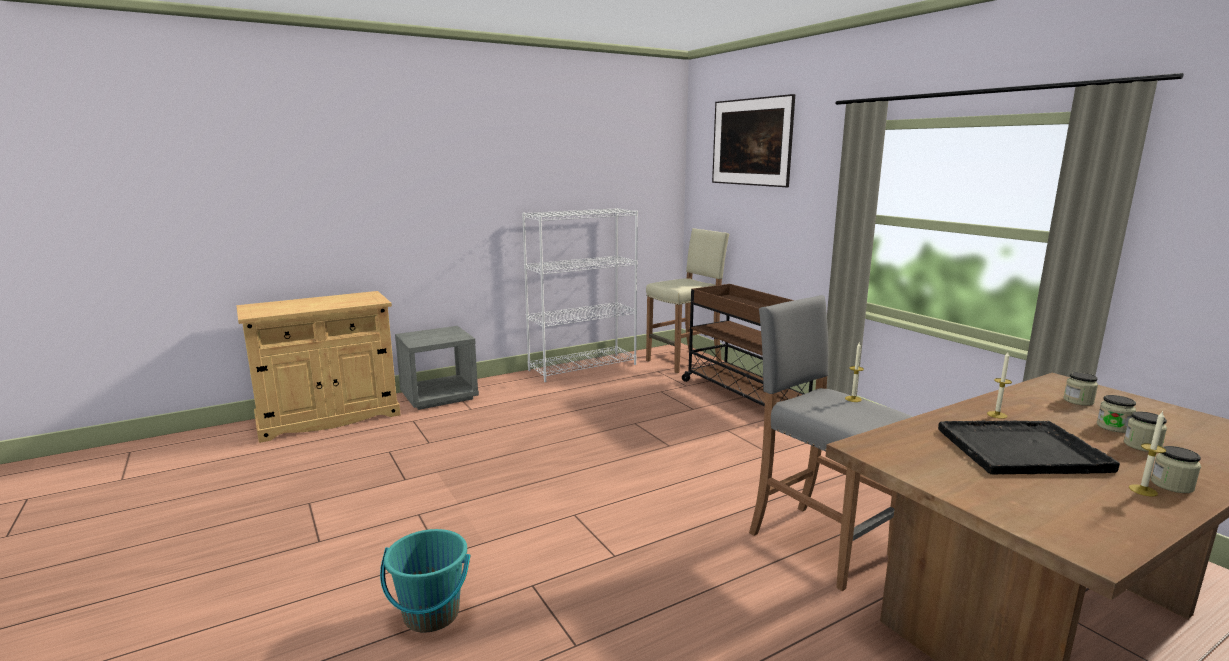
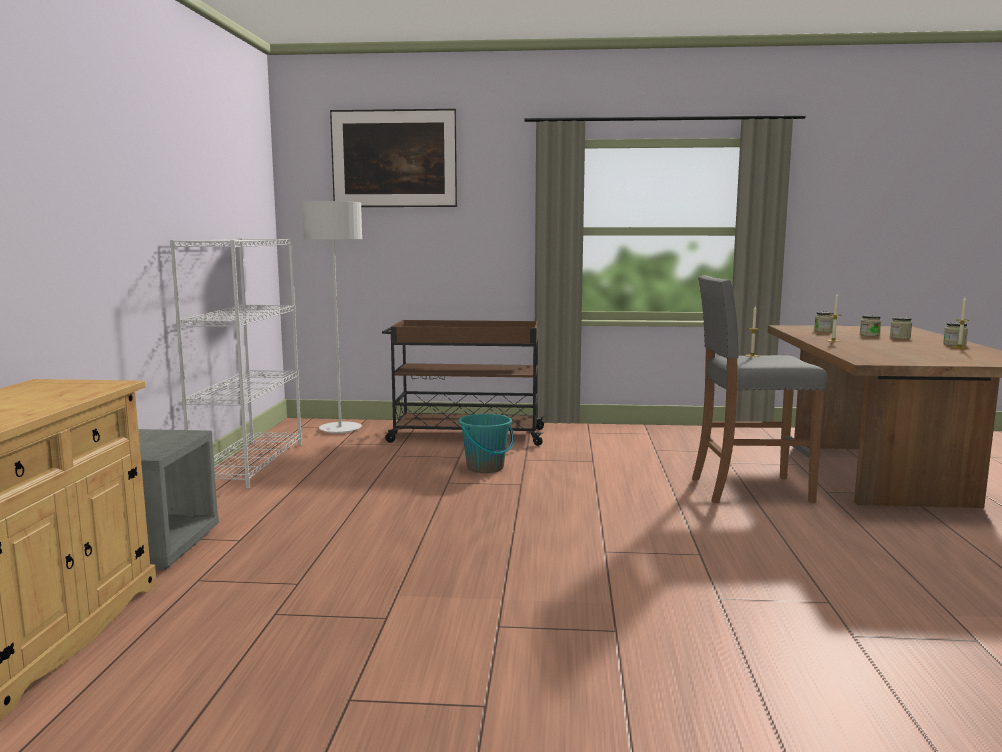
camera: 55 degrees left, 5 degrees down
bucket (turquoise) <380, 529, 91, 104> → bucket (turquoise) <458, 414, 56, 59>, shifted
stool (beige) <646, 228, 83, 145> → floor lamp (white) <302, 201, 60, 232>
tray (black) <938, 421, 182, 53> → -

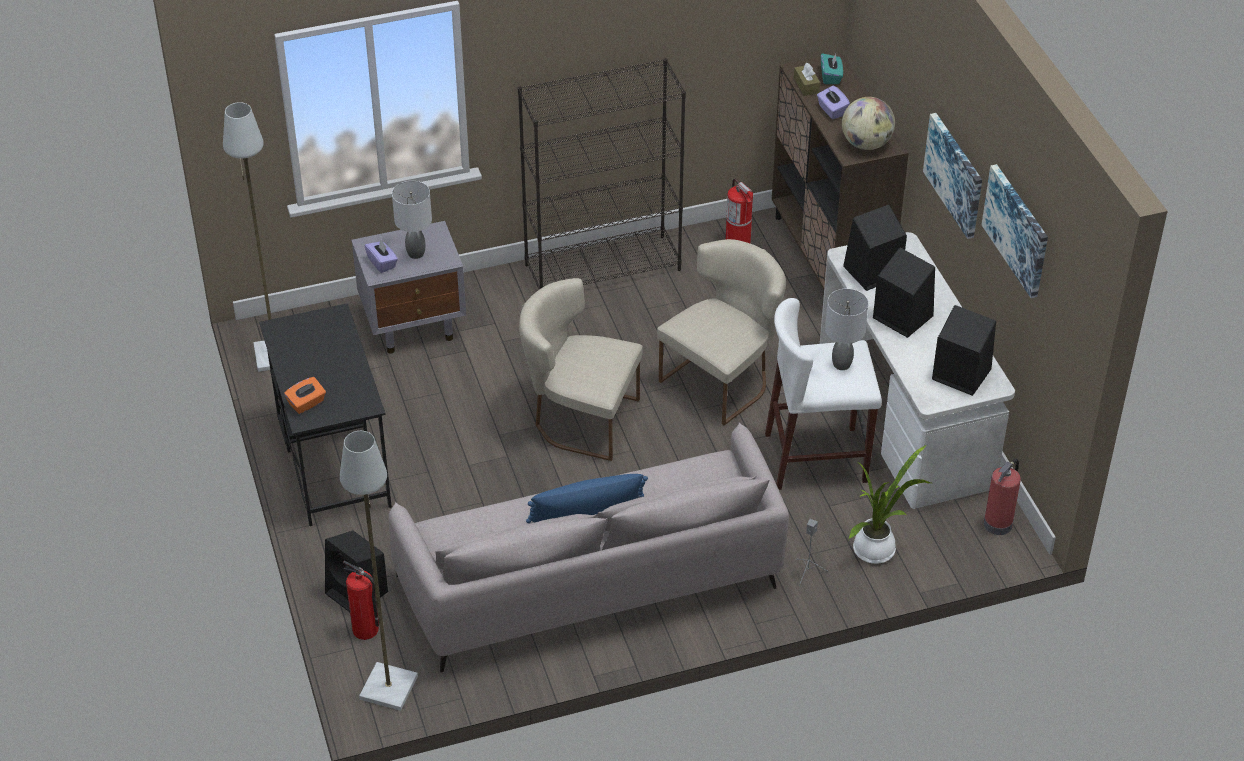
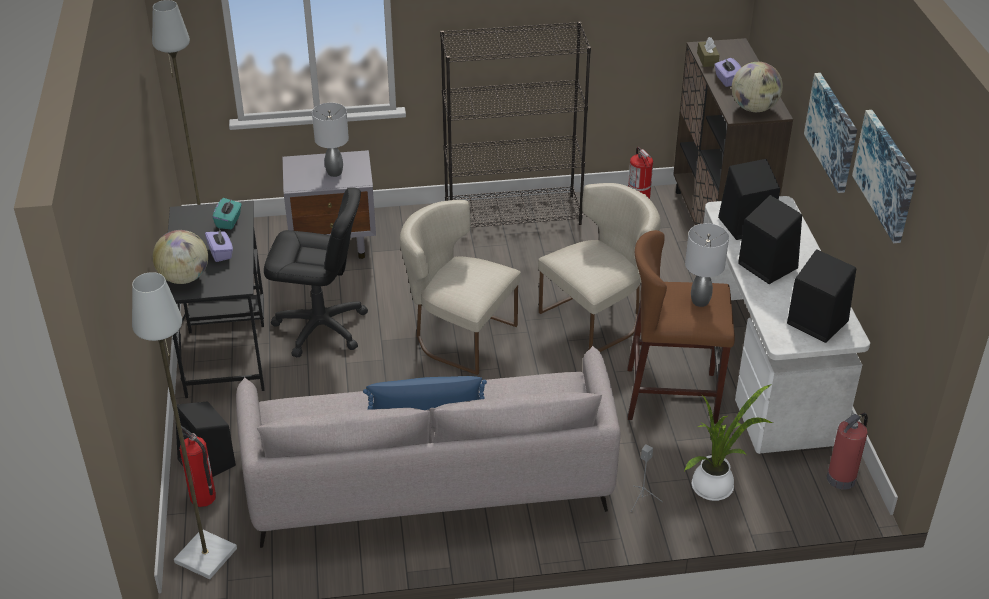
camera: 10 degrees right, 5 degrees down
tissue box (orange) <284, 377, 42, 37> → globe <153, 230, 55, 54>
tissue box (purple) <365, 240, 33, 33> → tissue box (purple) <205, 229, 28, 33>, shifted
stool (white) <765, 298, 117, 192> → stool (brown) <627, 230, 108, 194>
tissue box (turquoise) <821, 53, 22, 31> → tissue box (turquoise) <213, 198, 29, 32>, shifted
- → office chair (black) <264, 188, 104, 170>

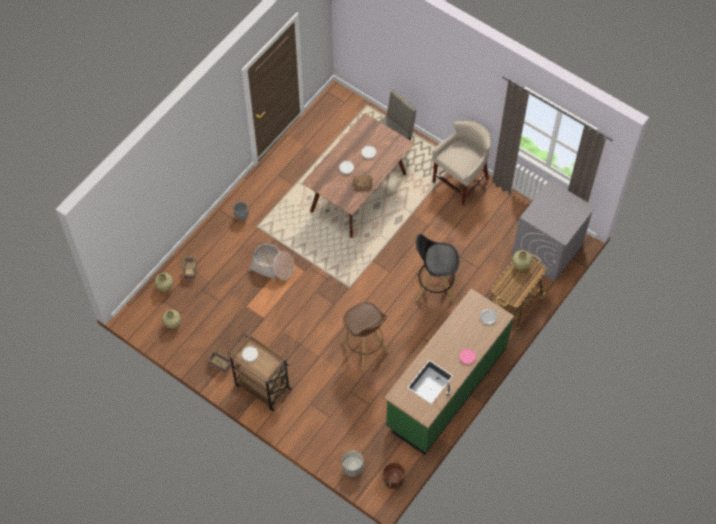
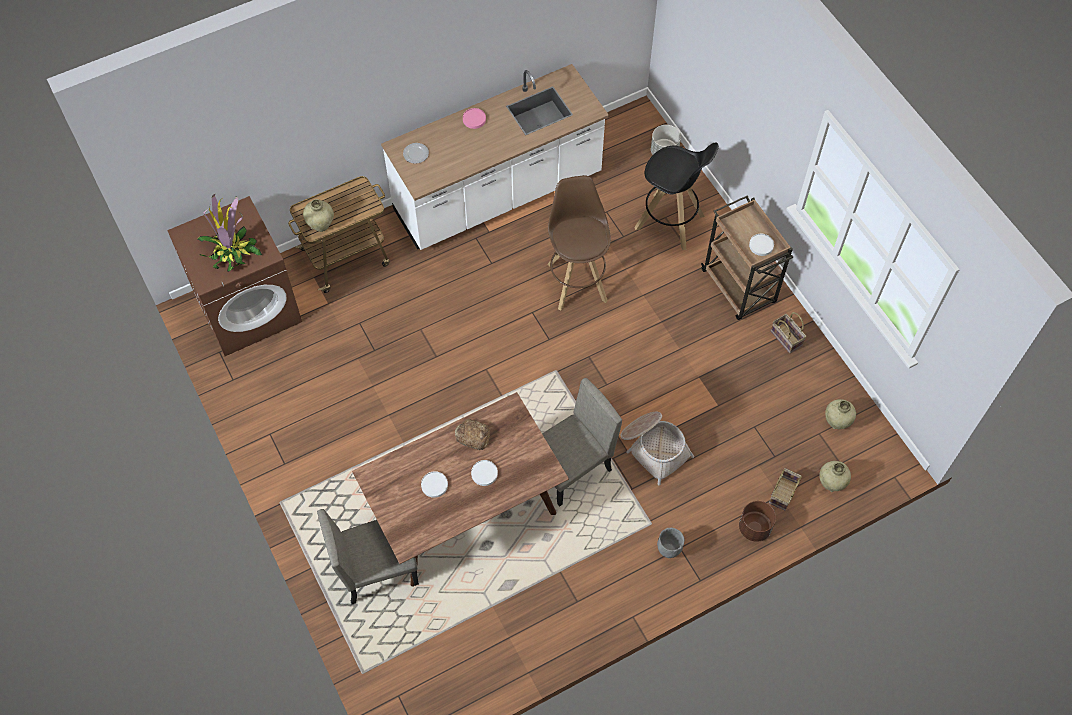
camera: 155 degrees left, 0 degrees up
planter (brown) <383, 463, 22, 26> → planter (brown) <739, 501, 37, 41>, shifted
counter (green) <384, 289, 130, 166> → counter (white) <381, 64, 228, 186>
stool (black) <416, 234, 43, 68> → stool (black) <634, 142, 85, 108>, shifted
stool (beige) <432, 121, 59, 85> → -
washing machine (grey) <512, 180, 83, 102> → washing machine (brown) <167, 196, 135, 160>
- → potted plant <197, 194, 65, 78>
- → chair (beige) <542, 378, 80, 129>

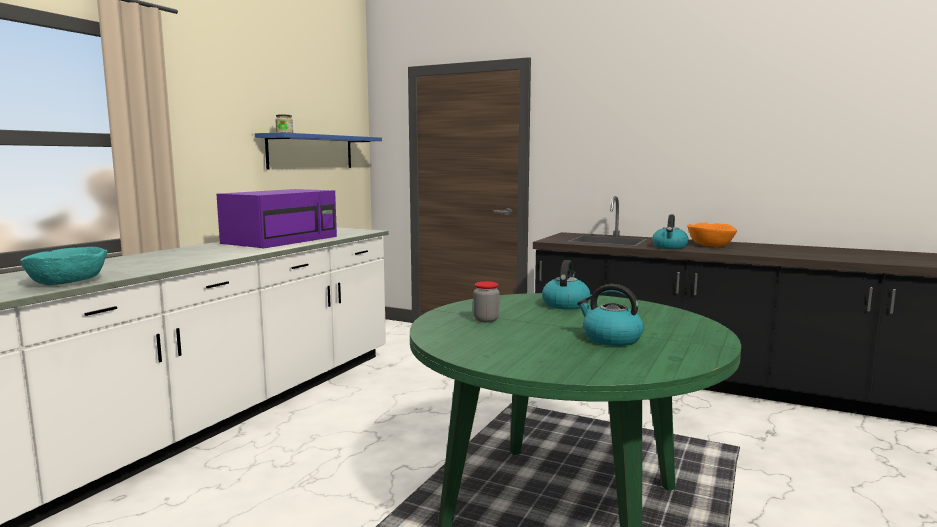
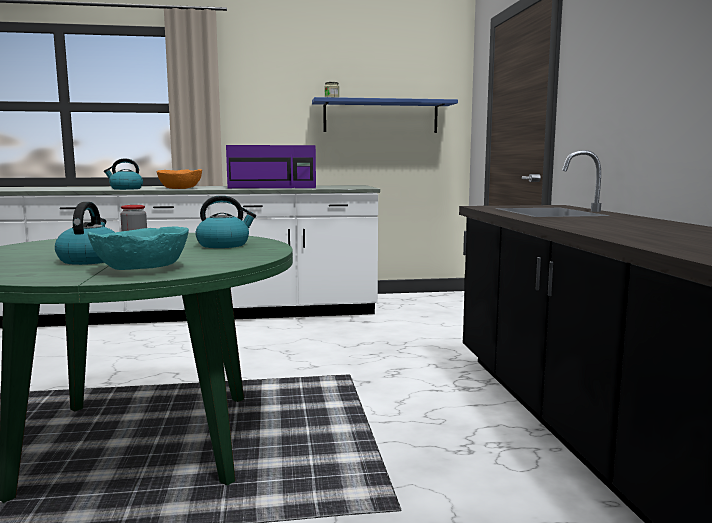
camera: 55 degrees right, 0 degrees up
bowl (turquoise) <20, 247, 87, 38> → bowl (turquoise) <88, 227, 101, 43>, shifted
kettle <652, 214, 37, 35> → kettle <104, 158, 39, 32>, shifted
bowl (orange) <687, 223, 50, 24> → bowl (orange) <157, 169, 45, 20>, shifted

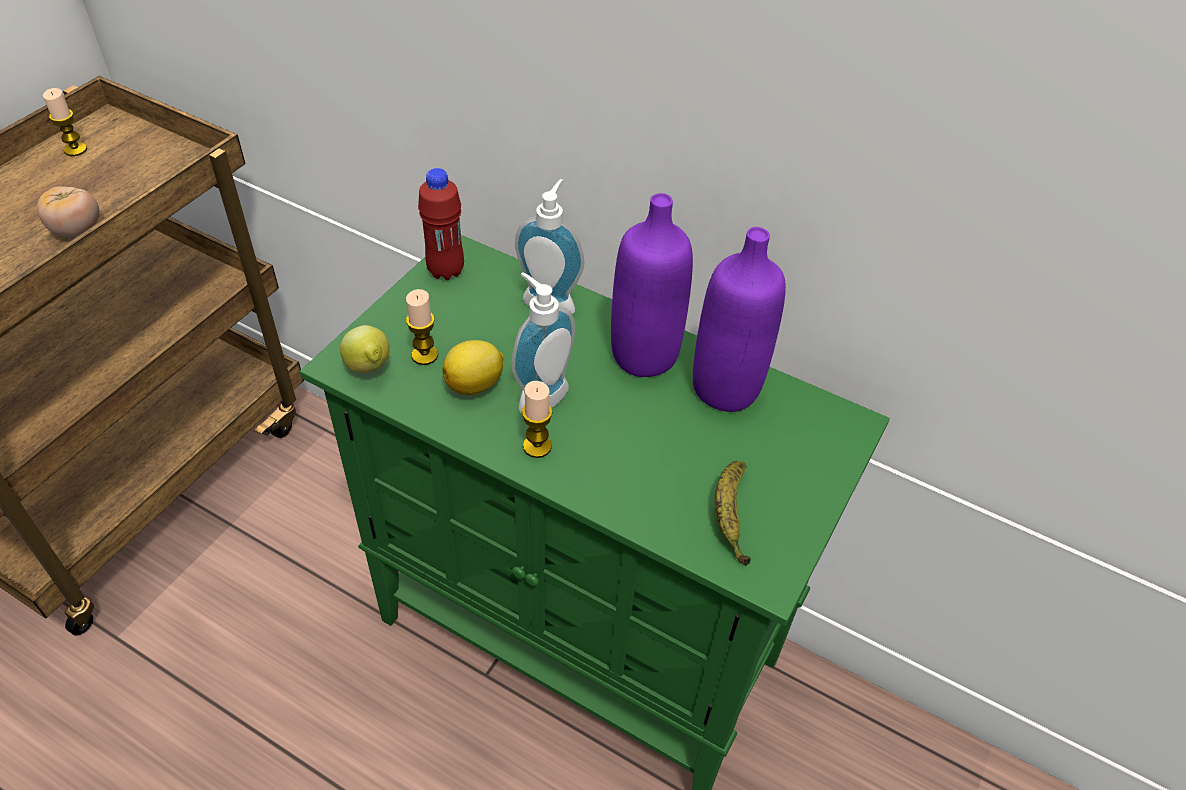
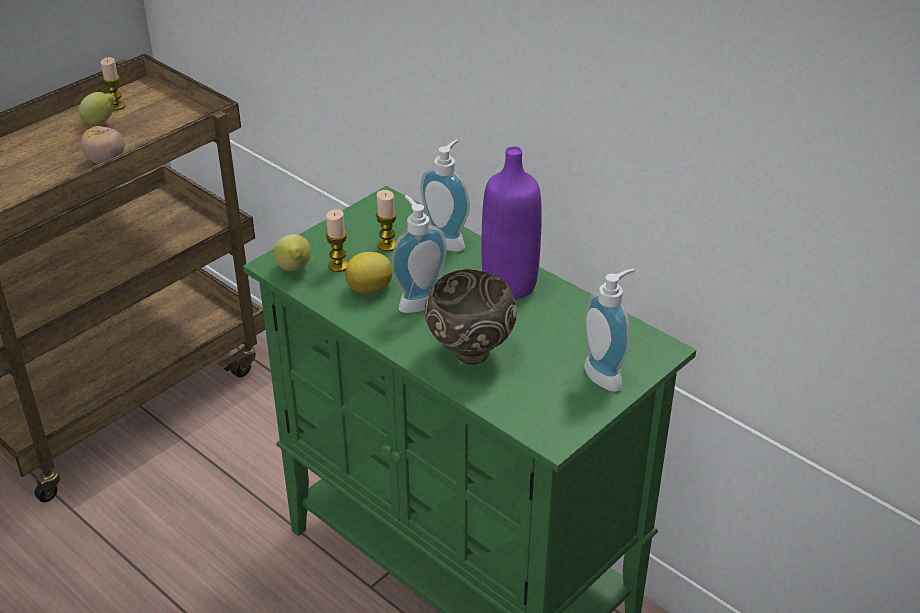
camera: 15 degrees right, 10 degrees down
bottle (red) <418, 168, 46, 112> → -
candle <522, 381, 31, 77> → candle <375, 190, 22, 62>, shifted
bottle (purple) <693, 227, 93, 185> → -
banana <715, 461, 36, 105> → -
- → lemon <79, 92, 37, 34>
- → bowl (brown) <425, 269, 92, 96>
- → soap dispenser <584, 269, 51, 123>

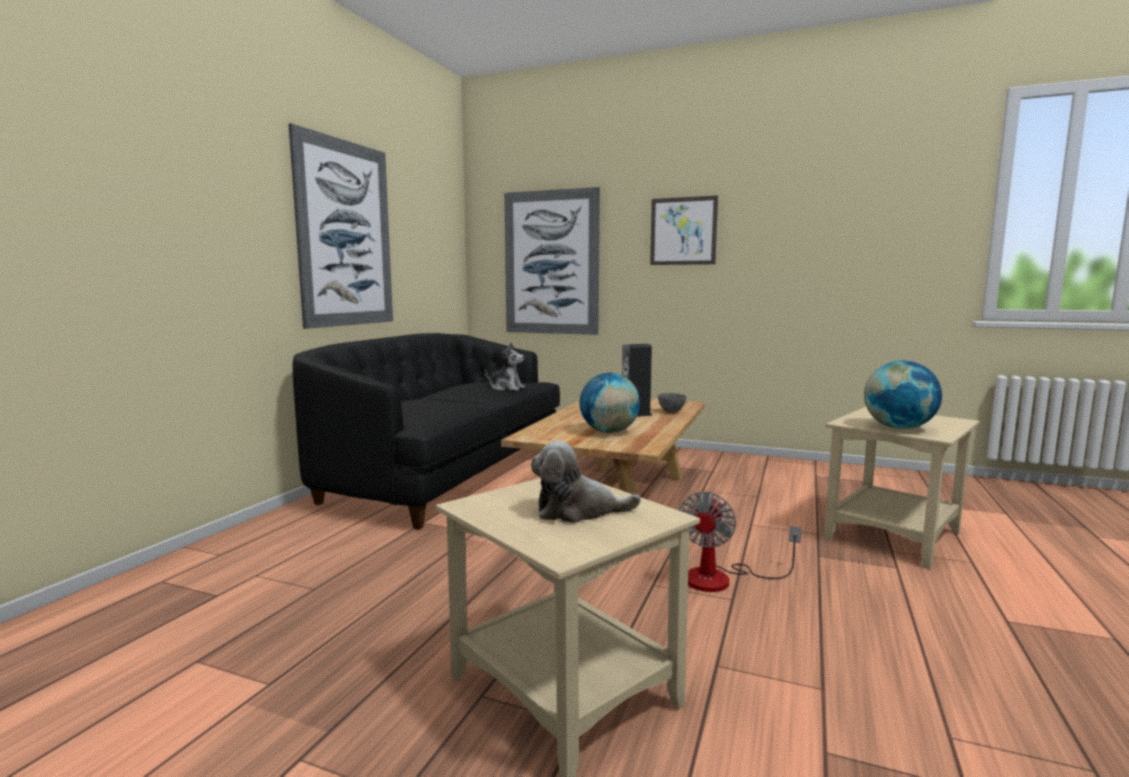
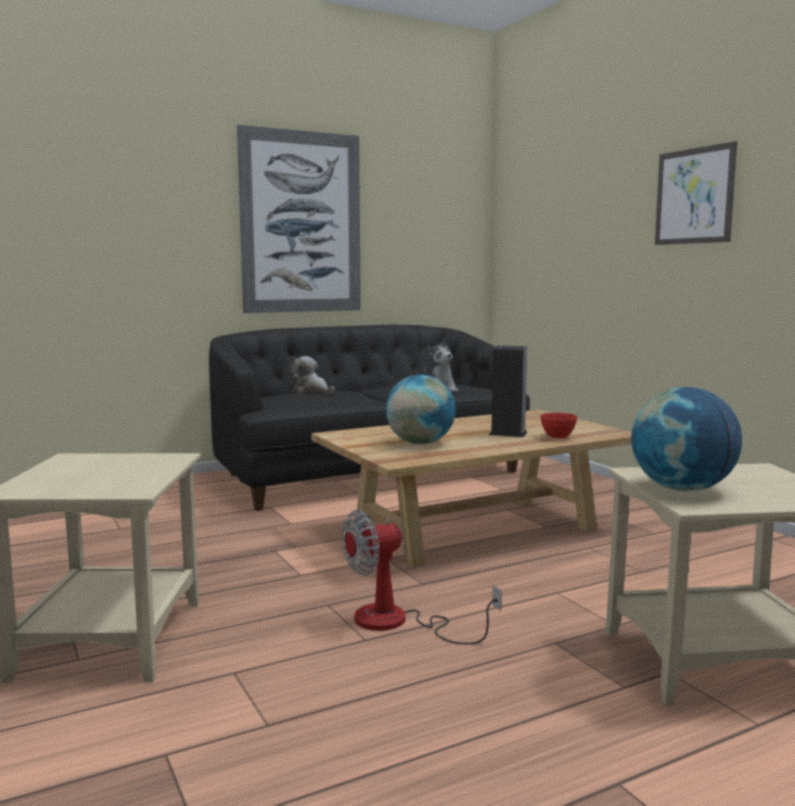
camera: 40 degrees right, 0 degrees up
picture <504, 187, 96, 148> → -
plush toy <531, 440, 110, 83> → plush toy <291, 356, 44, 38>, shifted
bowl (grey) <658, 393, 28, 20> → bowl (red) <540, 413, 37, 25>

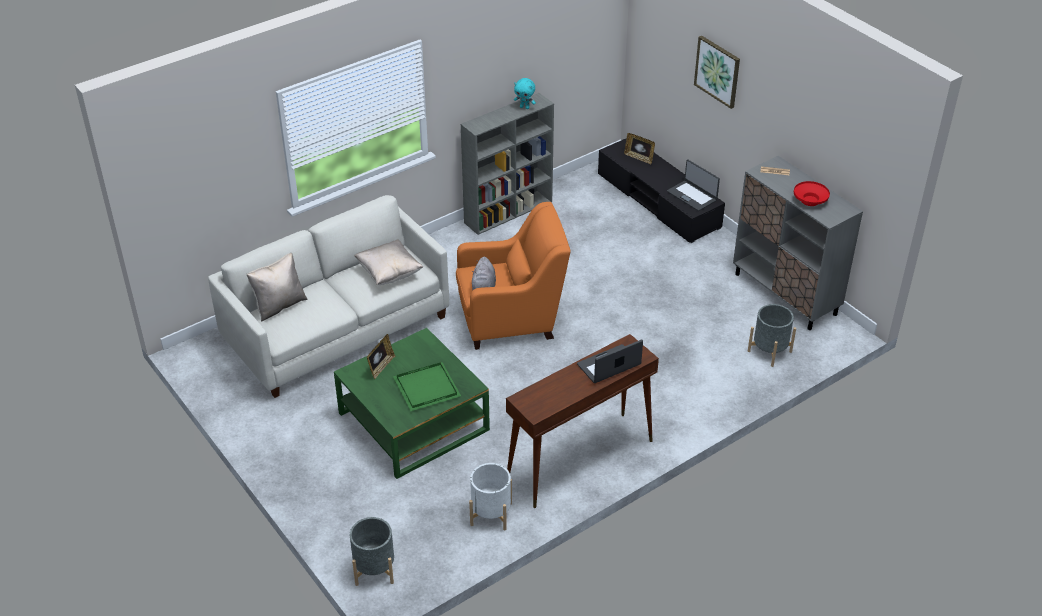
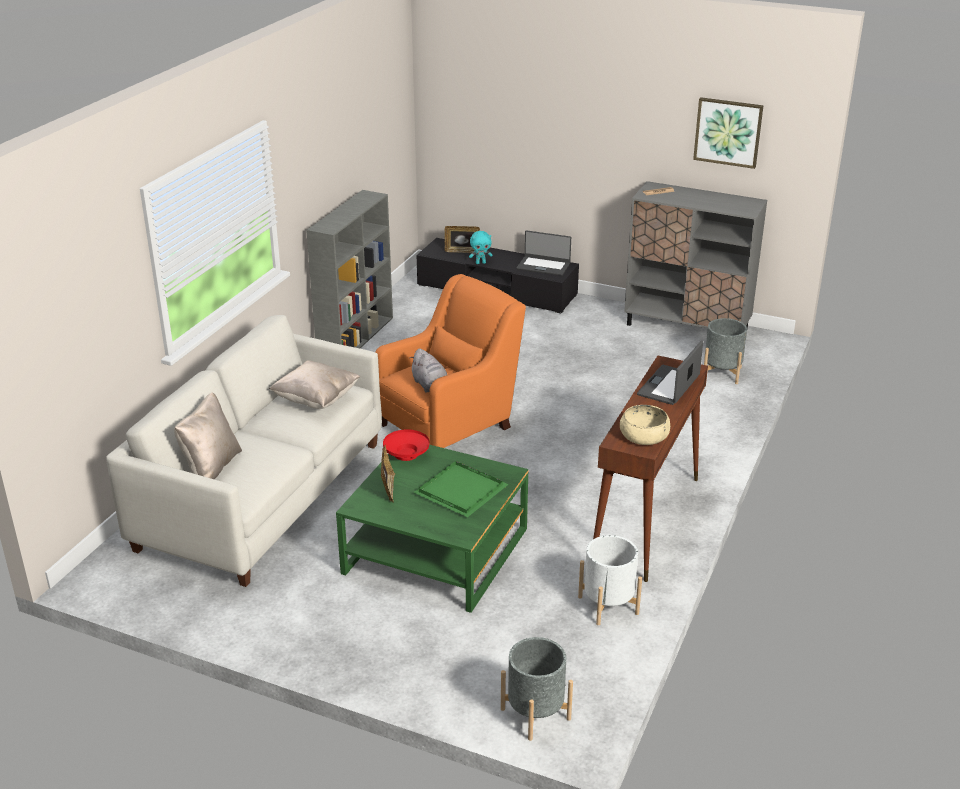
camera: 30 degrees left, 10 degrees down
plush toy (turquoise) <514, 78, 22, 31> → plush toy (turquoise) <469, 231, 24, 33>, shifted
picture <694, 36, 46, 73> → picture <693, 97, 70, 72>, shifted
bowl (red) <794, 181, 36, 25> → bowl (red) <383, 429, 46, 32>, shifted
- → bowl (beige) <620, 405, 50, 40>

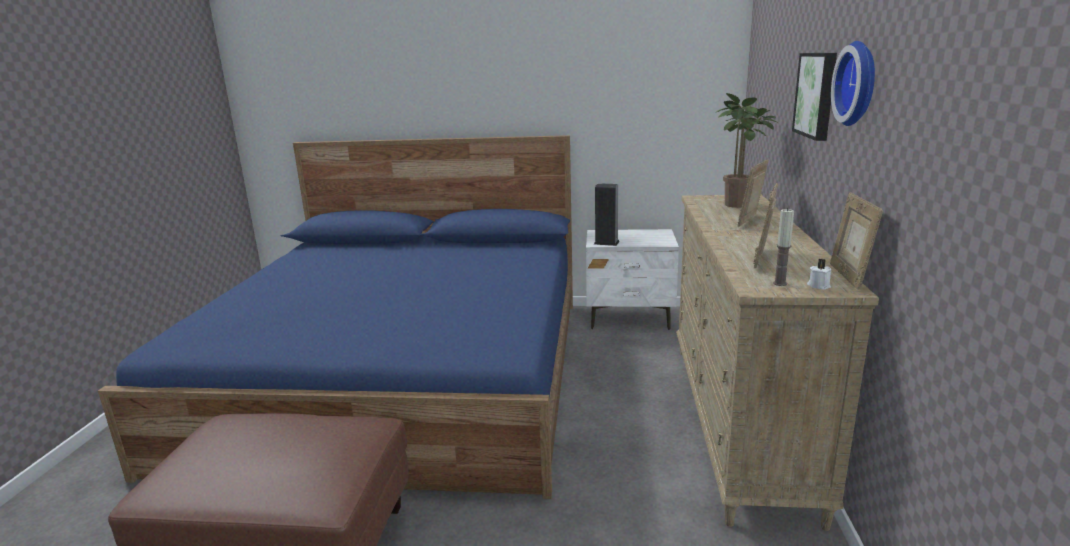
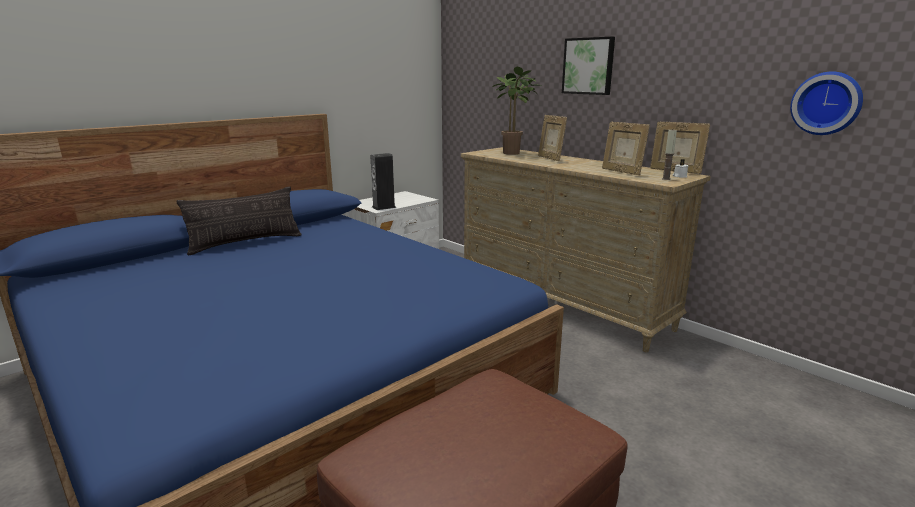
camera: 50 degrees left, 0 degrees up
wall clock <831, 41, 44, 85> → wall clock <790, 72, 73, 63>, shifted
- → pillow <177, 186, 125, 70>

